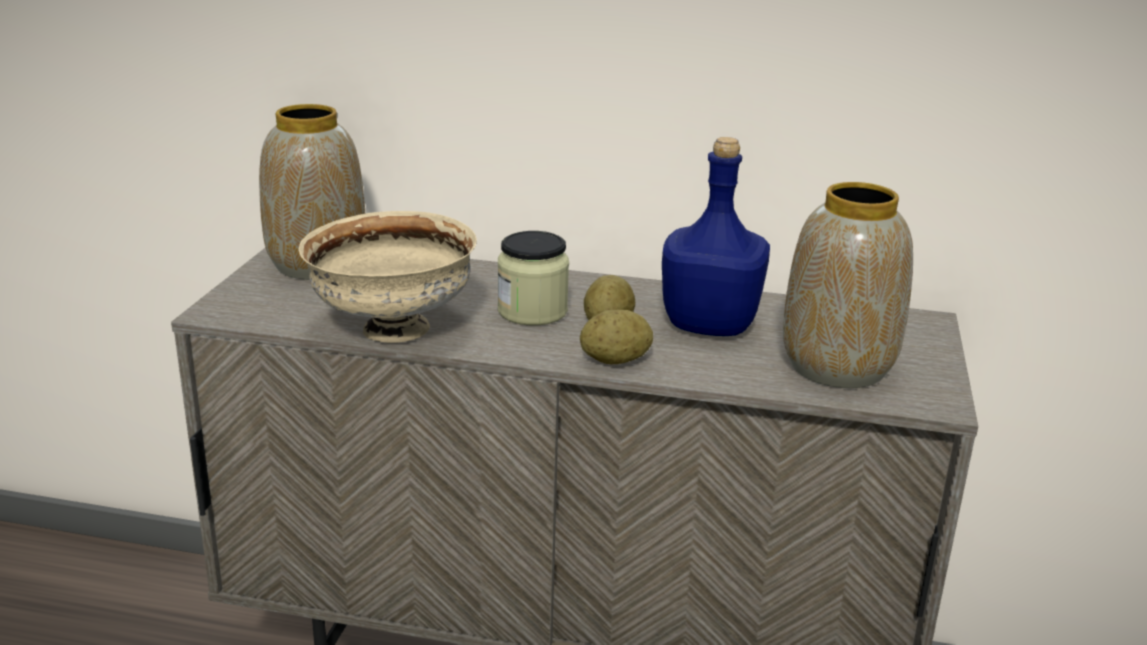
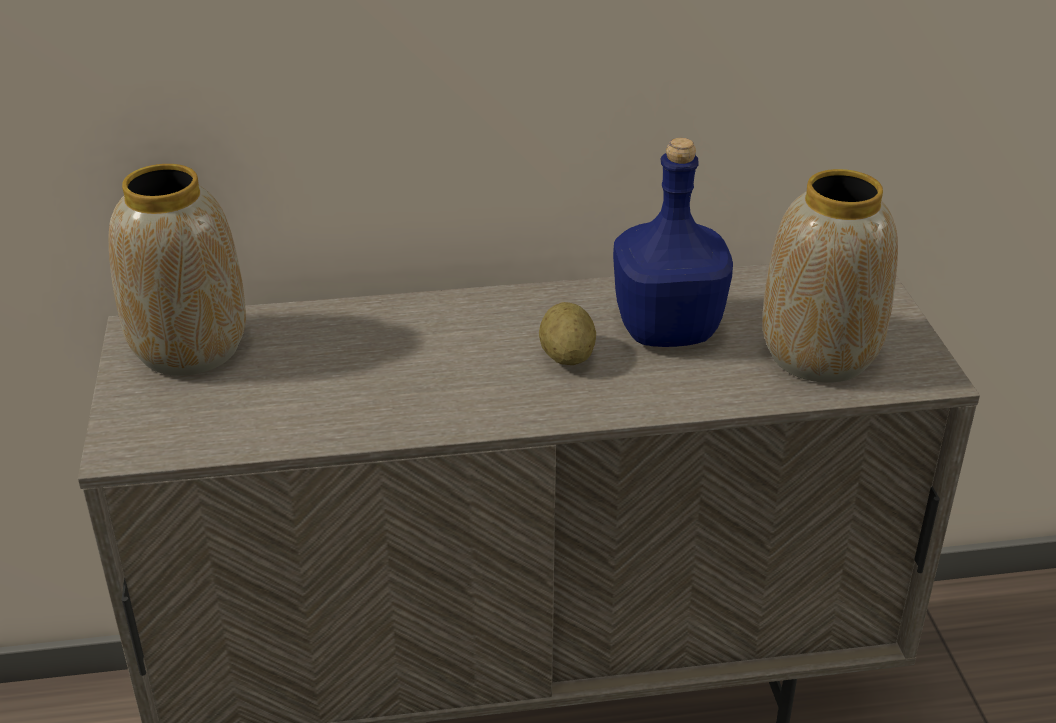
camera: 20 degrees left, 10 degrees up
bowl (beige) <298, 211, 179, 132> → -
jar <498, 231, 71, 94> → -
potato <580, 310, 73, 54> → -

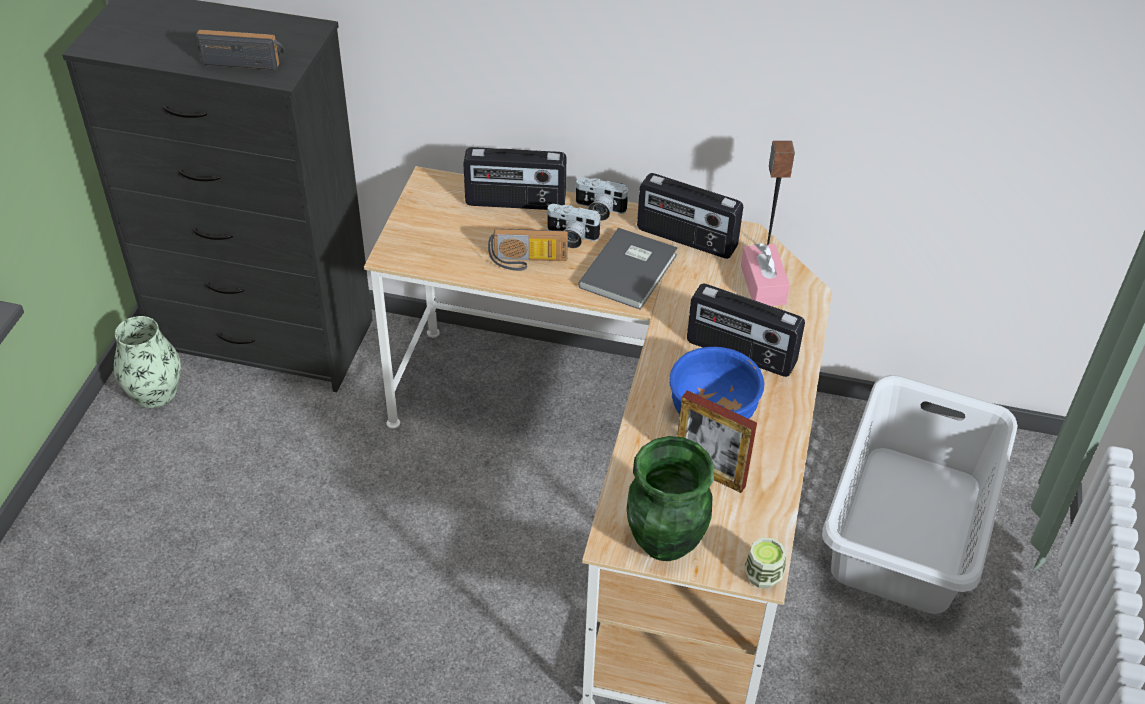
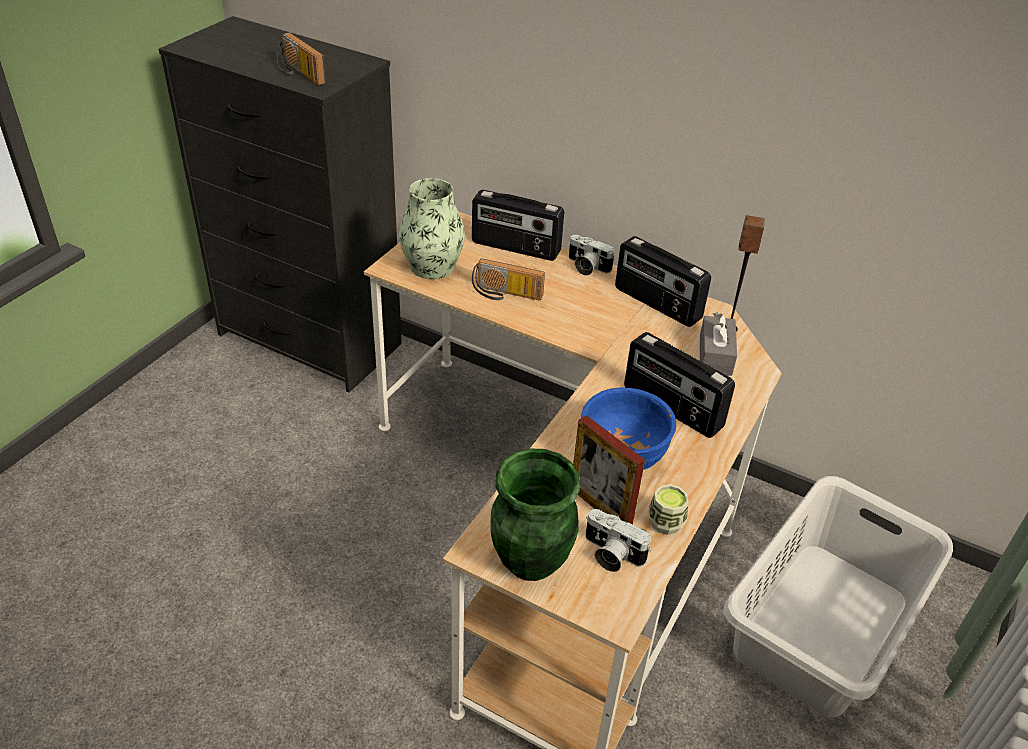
camera: 15 degrees right, 5 degrees down
vase <114, 316, 67, 92> → vase <399, 178, 66, 101>, shifted
radio <196, 30, 88, 40> → radio <277, 32, 49, 53>, 150 degrees counterclockwise
photo camera <546, 204, 56, 44> → photo camera <585, 509, 66, 63>, shifted
book (grey) <578, 228, 100, 81> → -
tissue box (pink) <741, 243, 49, 63> → tissue box (grey) <700, 312, 37, 64>
cup <744, 538, 42, 51> → cup <648, 484, 40, 51>, shifted

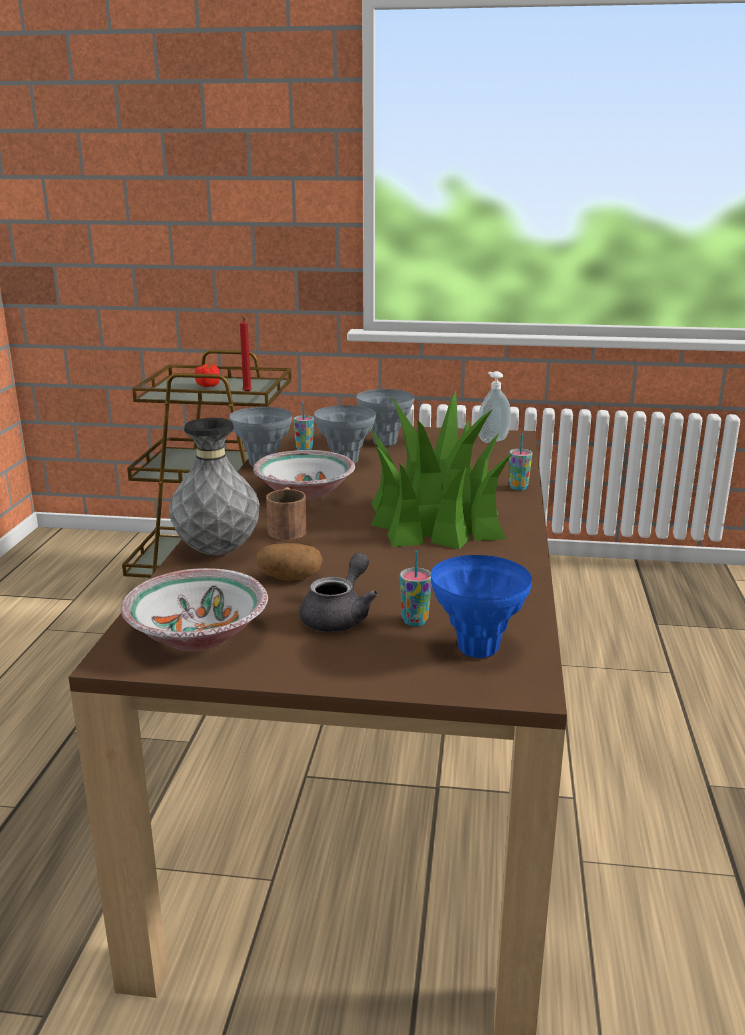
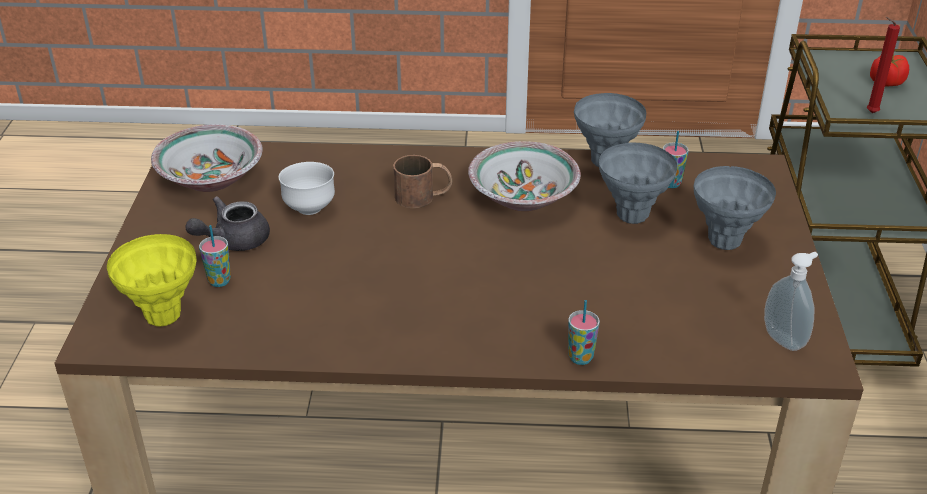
camera: 85 degrees right, 15 degrees up
vase (grey) <169, 418, 91, 137> → -
potato <256, 543, 67, 38> → bowl (white) <278, 162, 57, 53>
teapot (grey) <299, 553, 79, 79> → teapot (grey) <186, 196, 84, 55>, 120 degrees clockwise
potted plant <371, 390, 142, 159> → -
vase (blue) <431, 555, 101, 103> → vase (yellow) <107, 234, 90, 93>

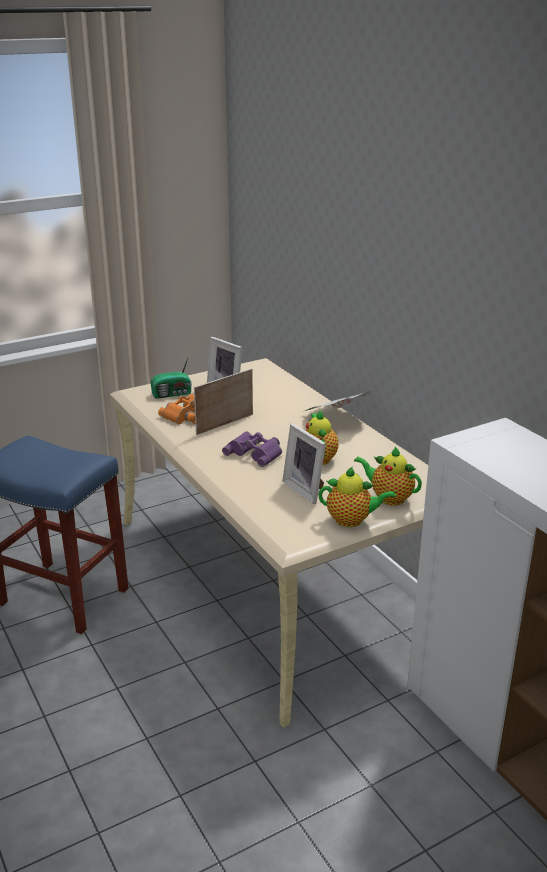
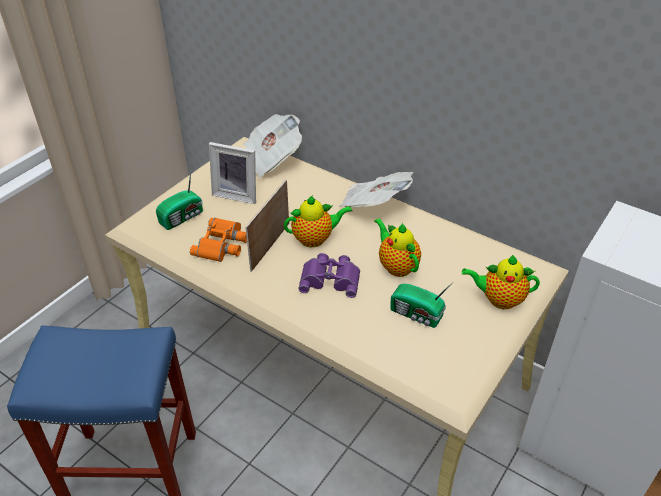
camera: 25 degrees left, 15 degrees up
picture frame <282, 423, 44, 81> → radio <390, 282, 63, 46>
teapot <319, 467, 77, 60> → teapot <284, 195, 68, 52>, shifted
- → newspaper <243, 114, 59, 64>

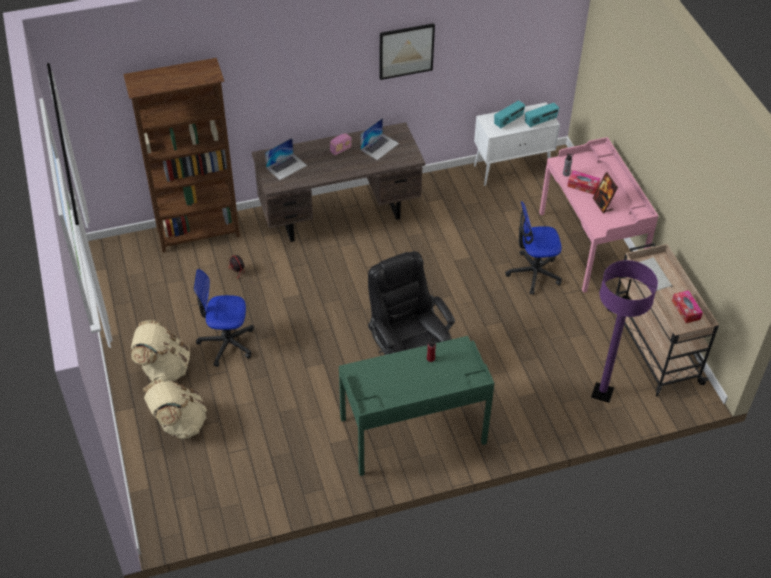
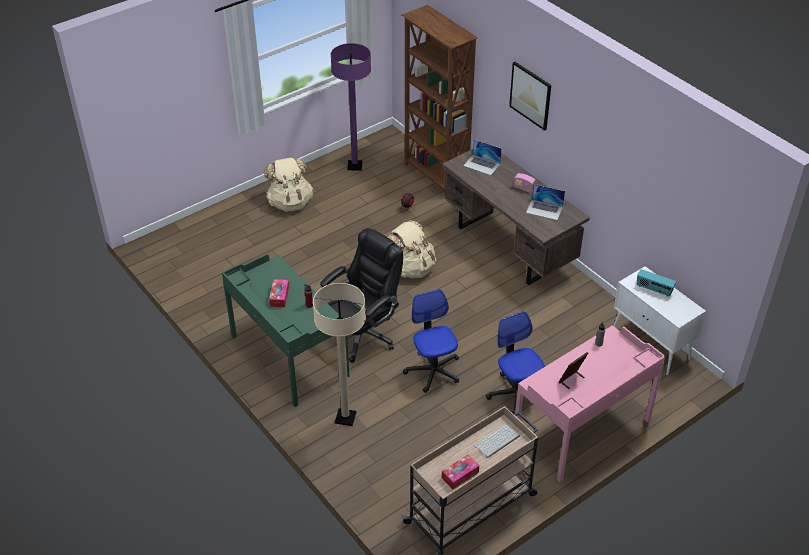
camera: 70 degrees right, 5 degrees down
backpack (beige) <143, 379, 64, 60> → backpack (beige) <388, 220, 48, 58>, shifted
office chair <194, 269, 60, 98> → office chair <403, 289, 56, 104>, shifted
picture <379, 23, 56, 57> → picture <509, 62, 42, 69>, shifted
radio <525, 103, 34, 25> → -
tissue box <567, 170, 33, 25> → tissue box <269, 279, 20, 28>, shifted
floor lamp (purple) <591, 260, 67, 143> → floor lamp (purple) <331, 43, 40, 127>, shifted
- → floor lamp (beige) <313, 283, 53, 143>

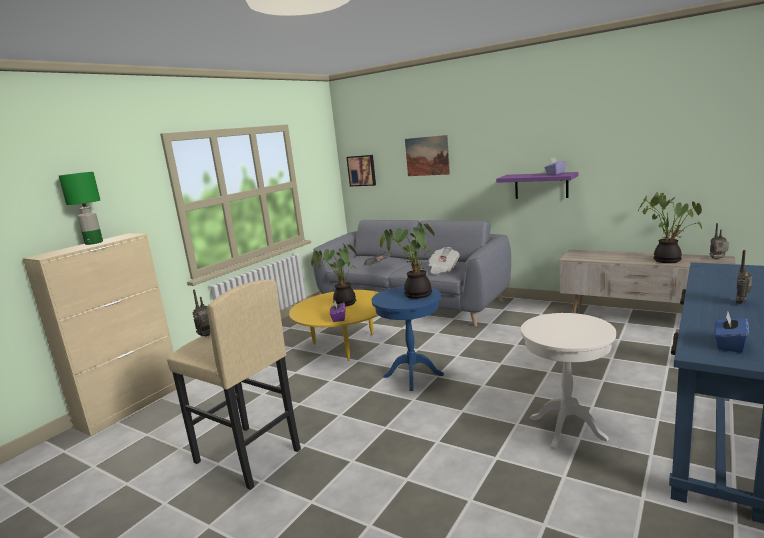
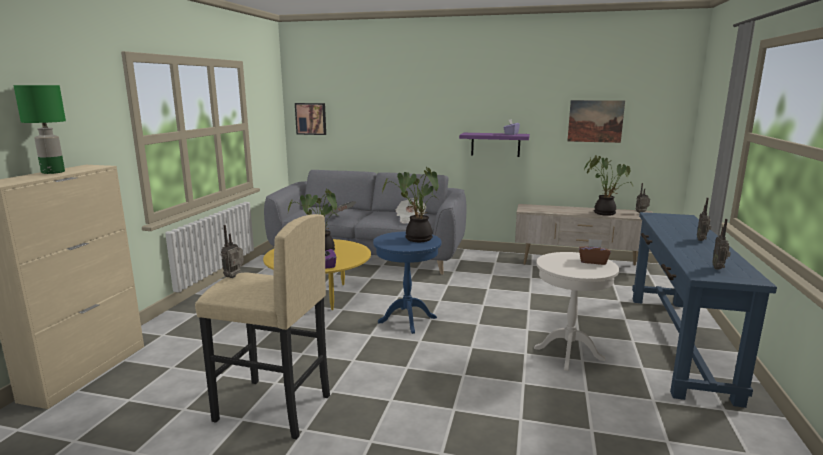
camera: 20 degrees left, 0 degrees up
picture <405, 135, 45, 41> → picture <567, 100, 58, 43>, shifted
tissue box (blue) <714, 312, 35, 41> → radio <712, 219, 19, 51>
- → tissue box (brown) <579, 239, 32, 26>

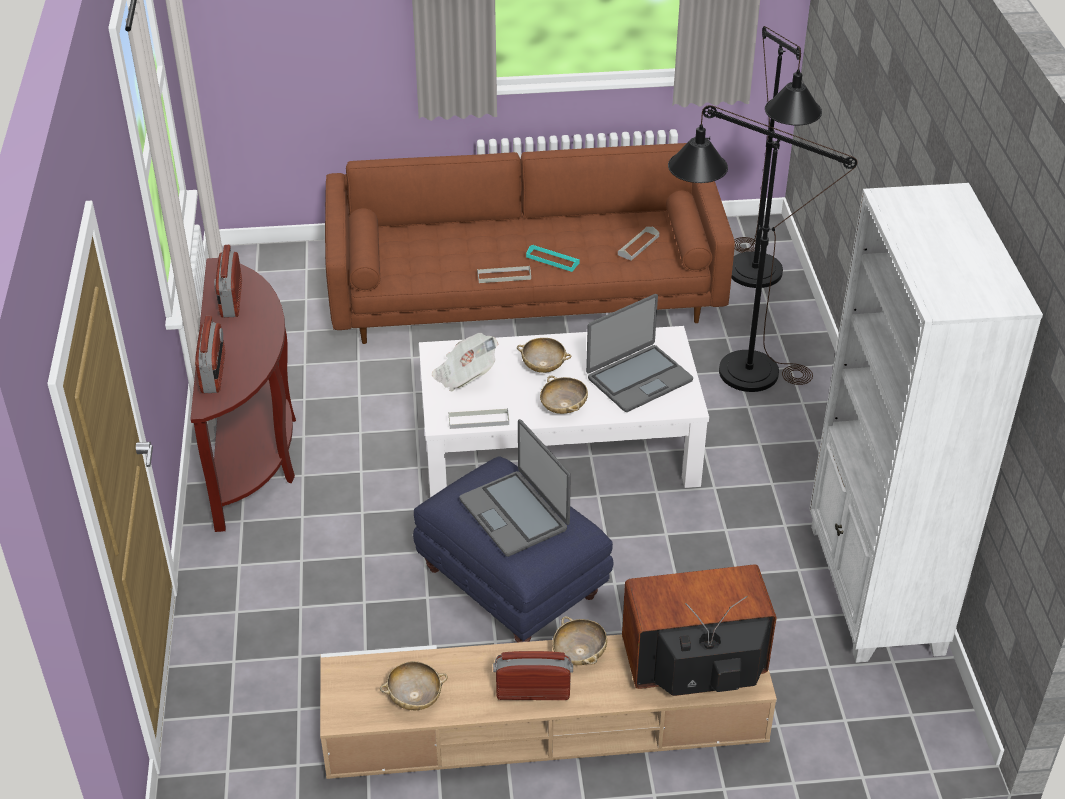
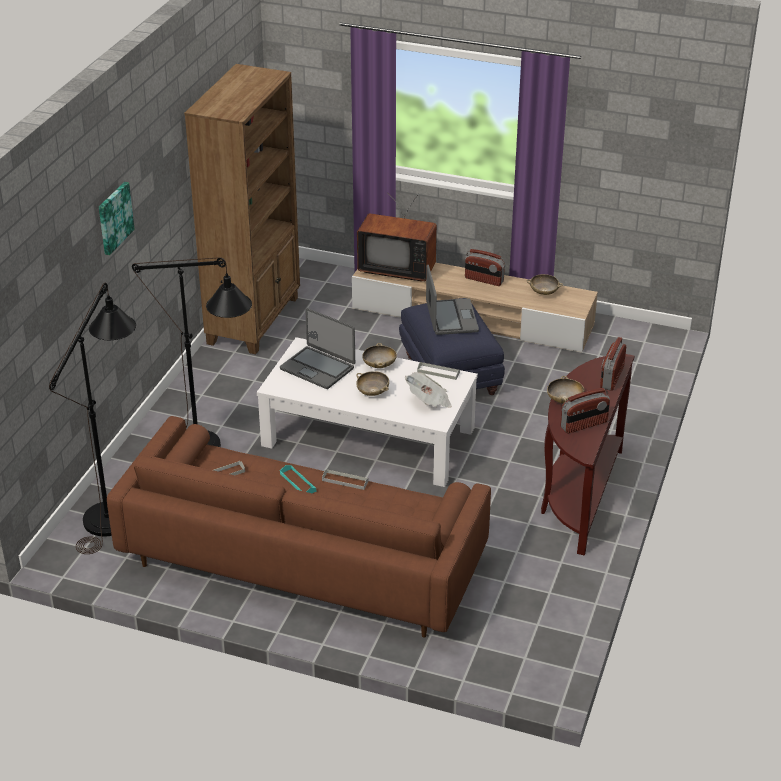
camera: 155 degrees left, 5 degrees down
radio <214, 245, 28, 73> → radio <560, 388, 50, 46>, 45 degrees clockwise
bowl (beige) <552, 616, 55, 49> → bowl (beige) <547, 376, 37, 28>, shifted
laptop <586, 294, 107, 118> → laptop <280, 308, 75, 81>, 135 degrees counterclockwise
bookcase (white) <810, 183, 233, 480> → bookcase (brown) <184, 64, 116, 290>
- → picture <99, 182, 36, 73>

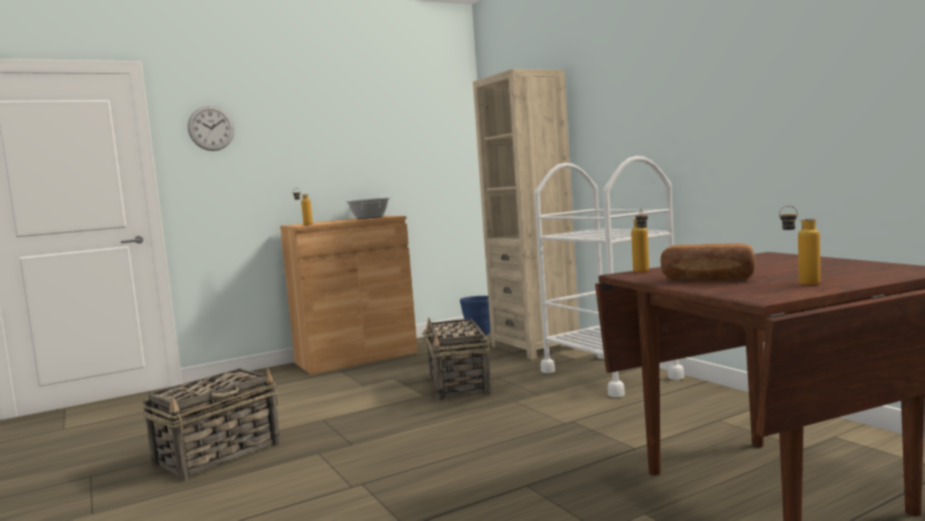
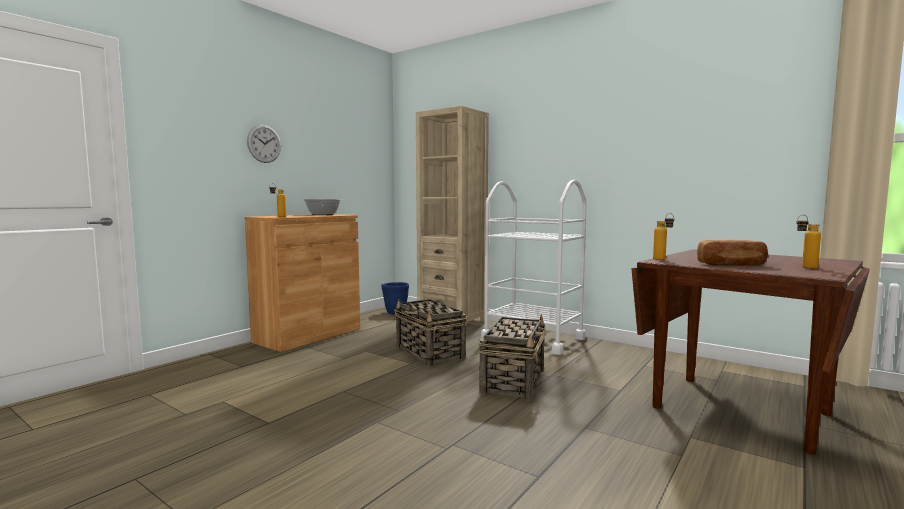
camera: 25 degrees left, 0 degrees up
basket <142, 368, 139, 113> → basket <478, 314, 69, 87>, shifted
wall clock <188, 106, 46, 45> → wall clock <247, 125, 34, 38>, shifted

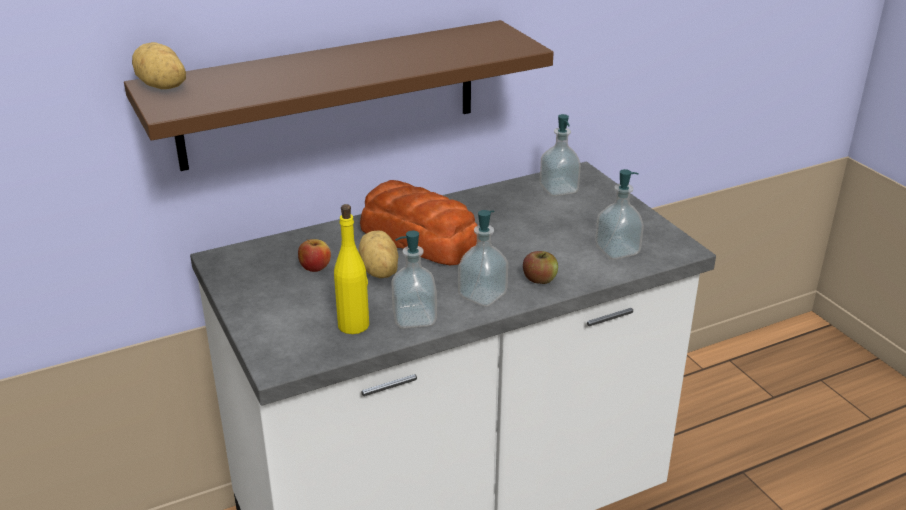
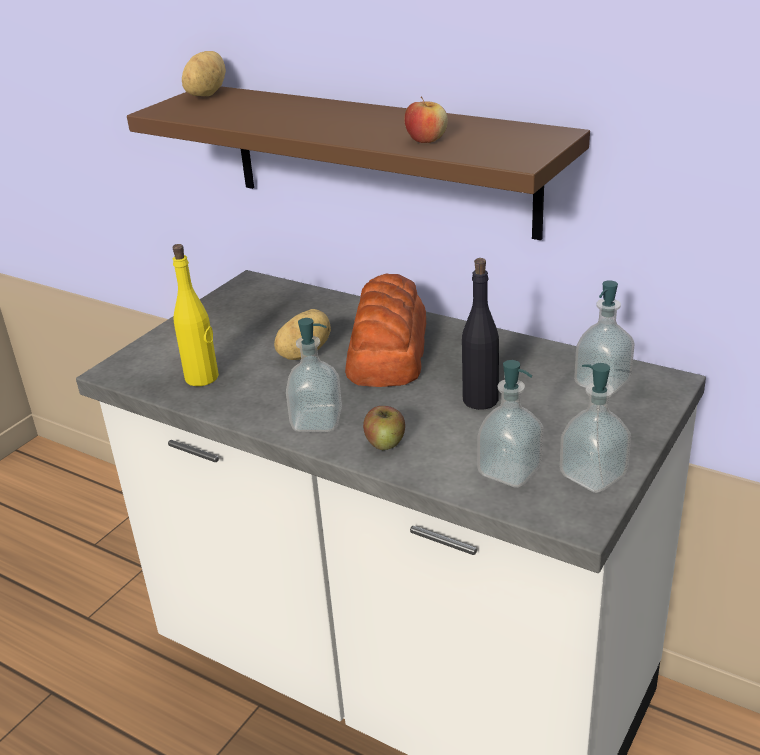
camera: 60 degrees right, 0 degrees up
apple <298, 239, 33, 33> → apple <404, 96, 44, 47>, shifted
soap dispenser <392, 231, 45, 97> → soap dispenser <560, 363, 71, 130>, shifted
- → bottle (black) <462, 258, 37, 152>

